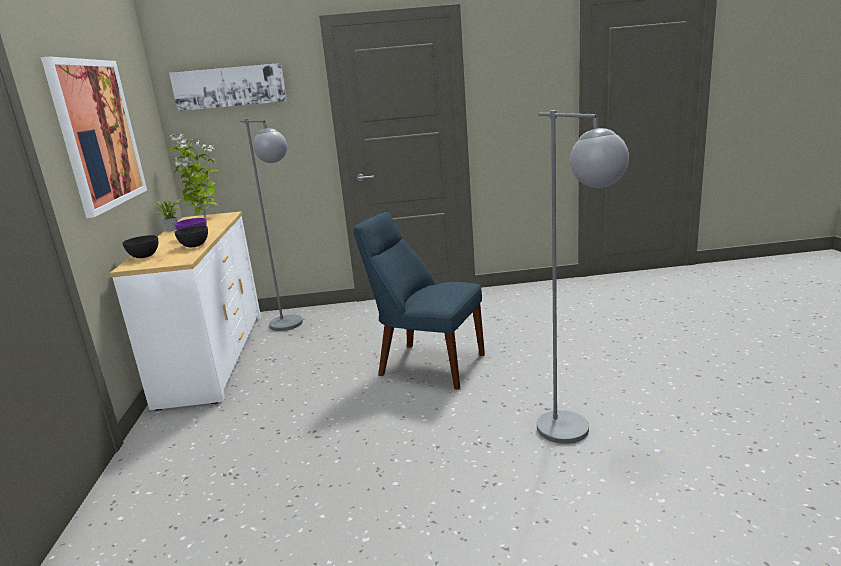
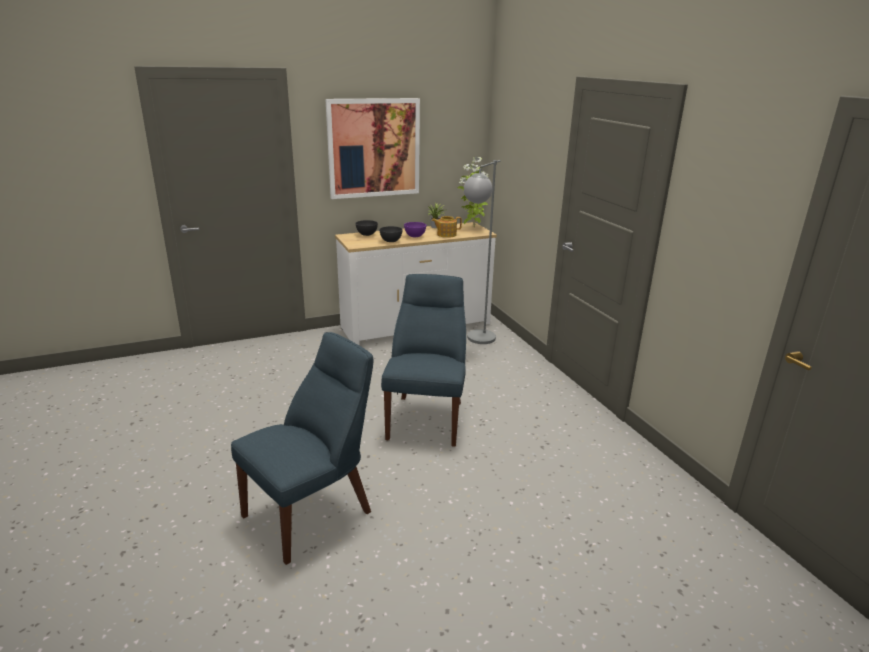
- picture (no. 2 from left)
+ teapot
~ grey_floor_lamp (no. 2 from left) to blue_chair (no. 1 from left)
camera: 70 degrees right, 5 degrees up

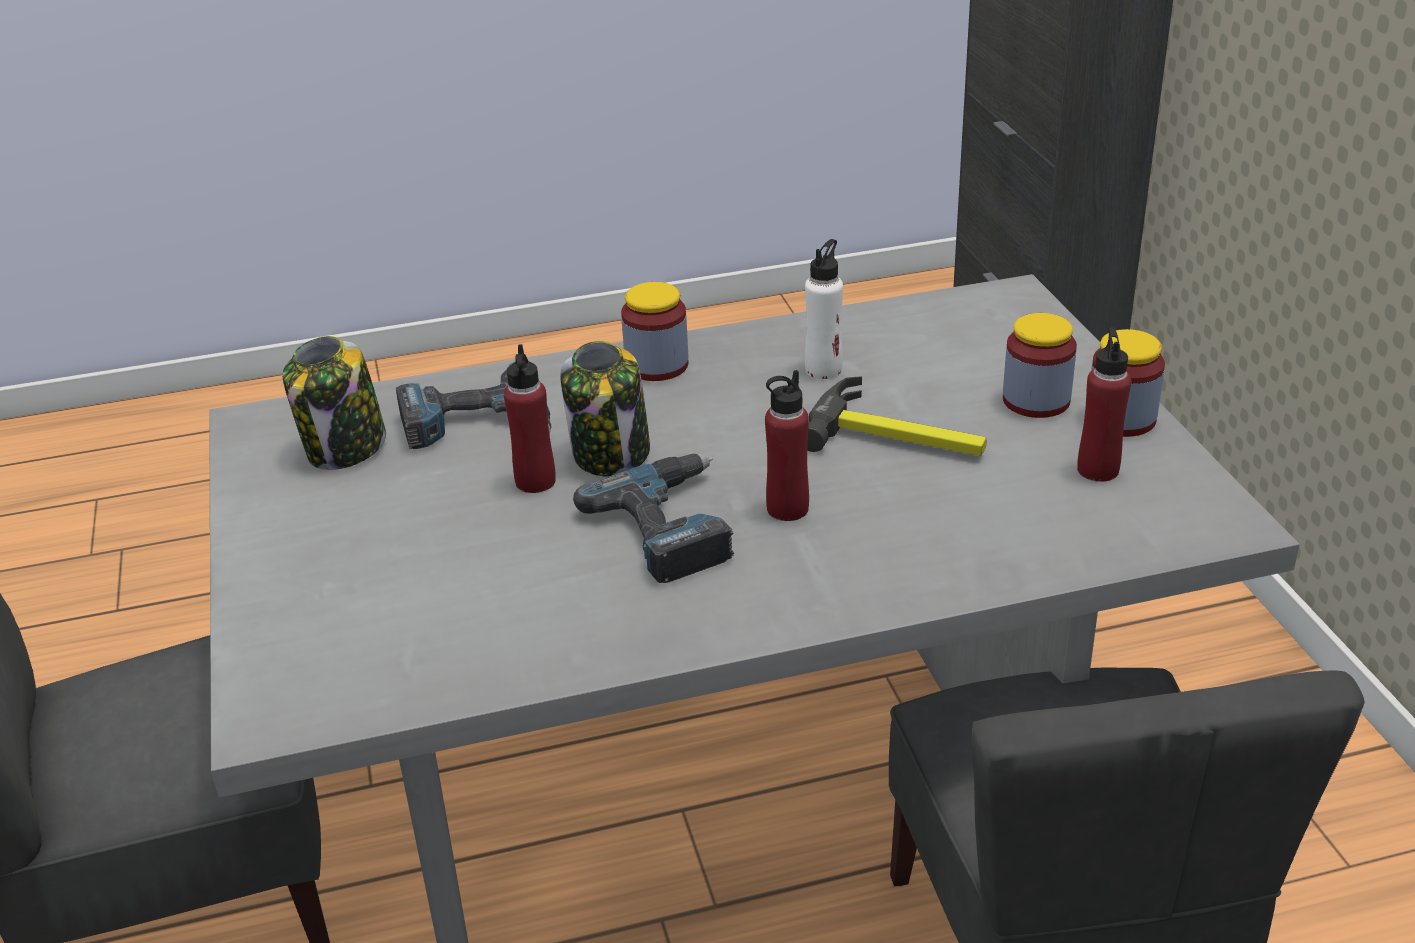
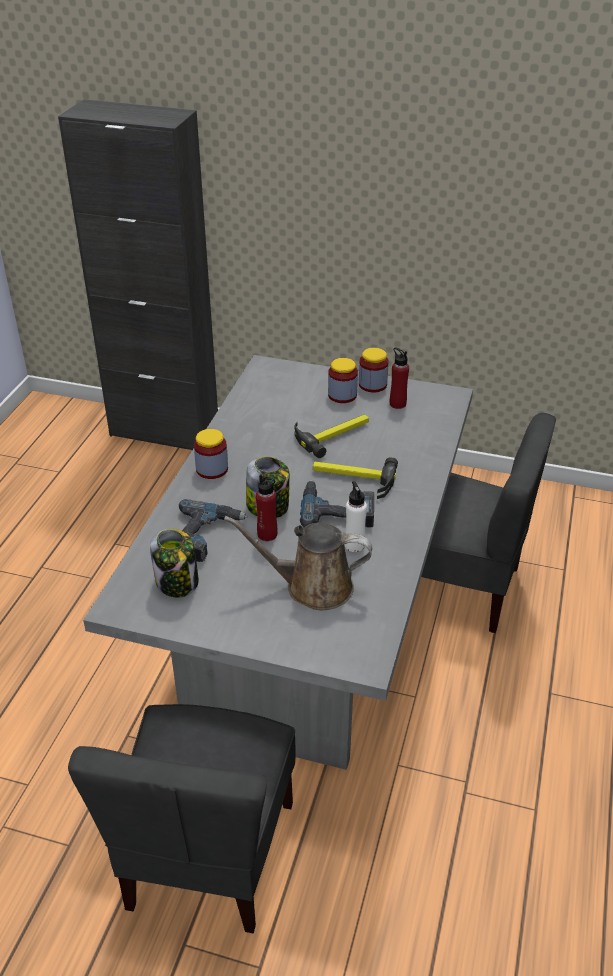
+ brown_watering_can
~ white_bottle
~ red_bottle (no. 2 from left) to hammer (no. 2 from left)
camera: 60 degrees left, 5 degrees up

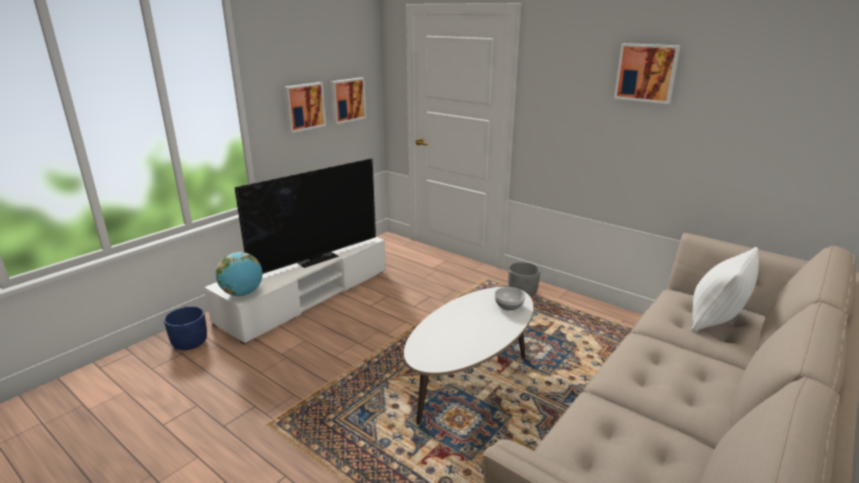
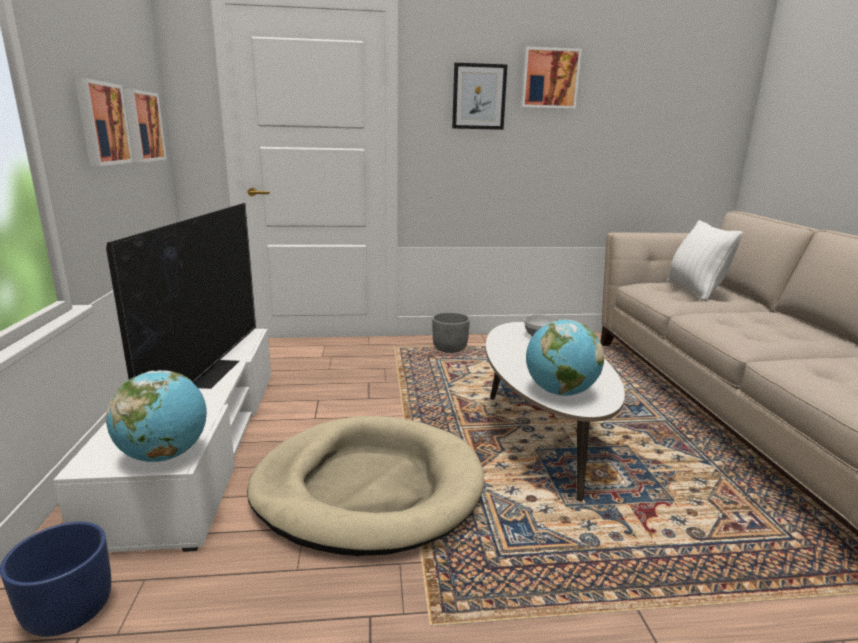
+ beige_dog_bed
+ picture (no. 3 from left)
+ globe (no. 2 from left)
camera: 45 degrees left, 5 degrees down

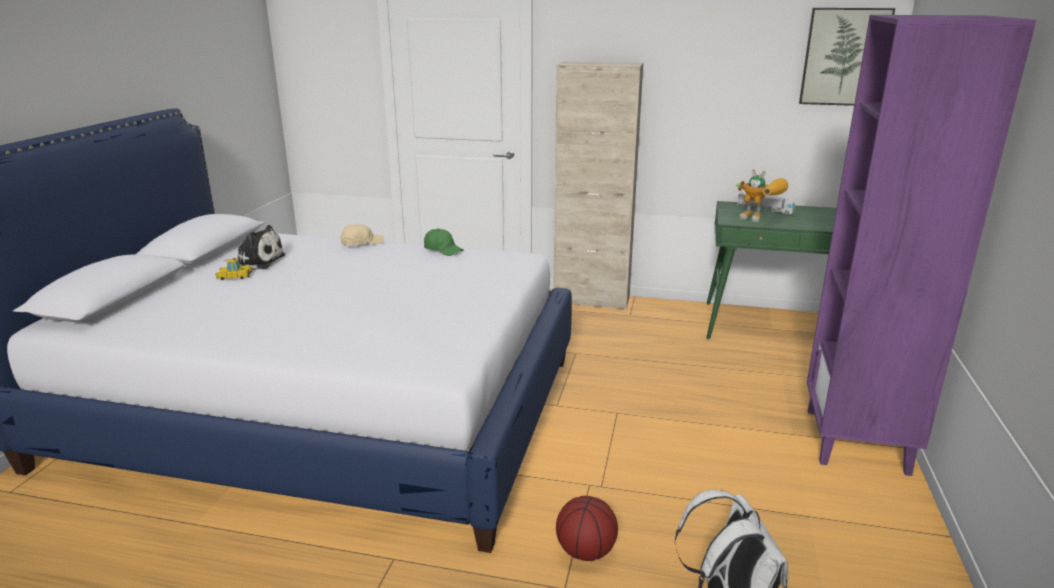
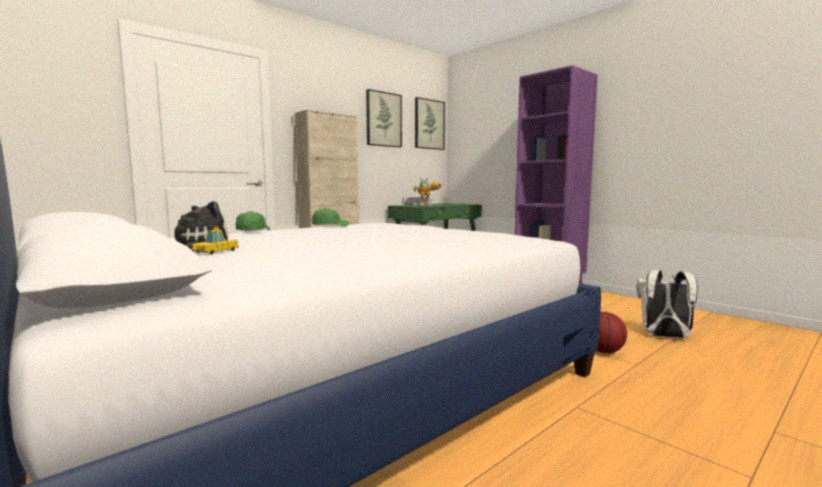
+ picture (no. 1 from left)
~ beige_cap to green_cap (no. 1 from left)
camera: 55 degrees left, 15 degrees down

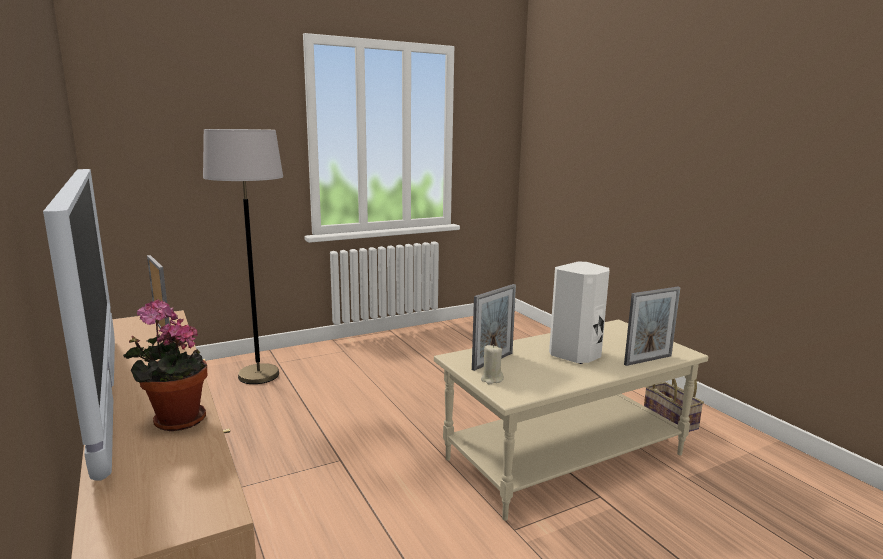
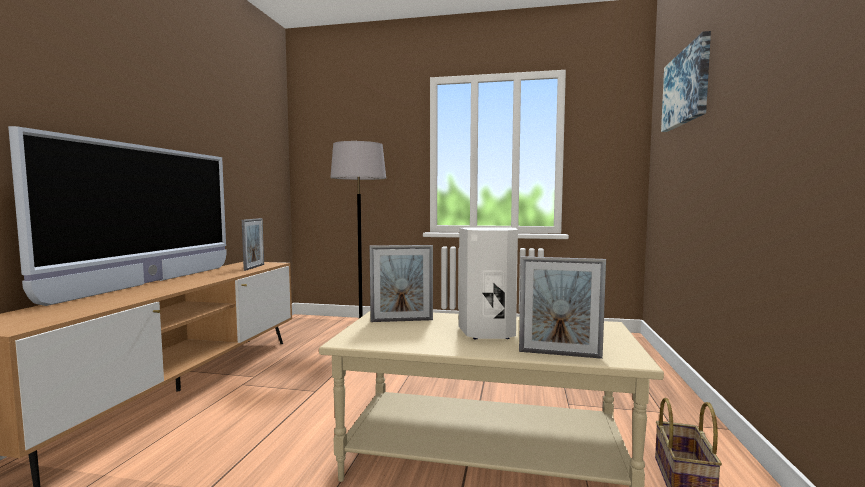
- potted_plant
- beige_candle
+ picture
camera: 40 degrees right, 10 degrees down

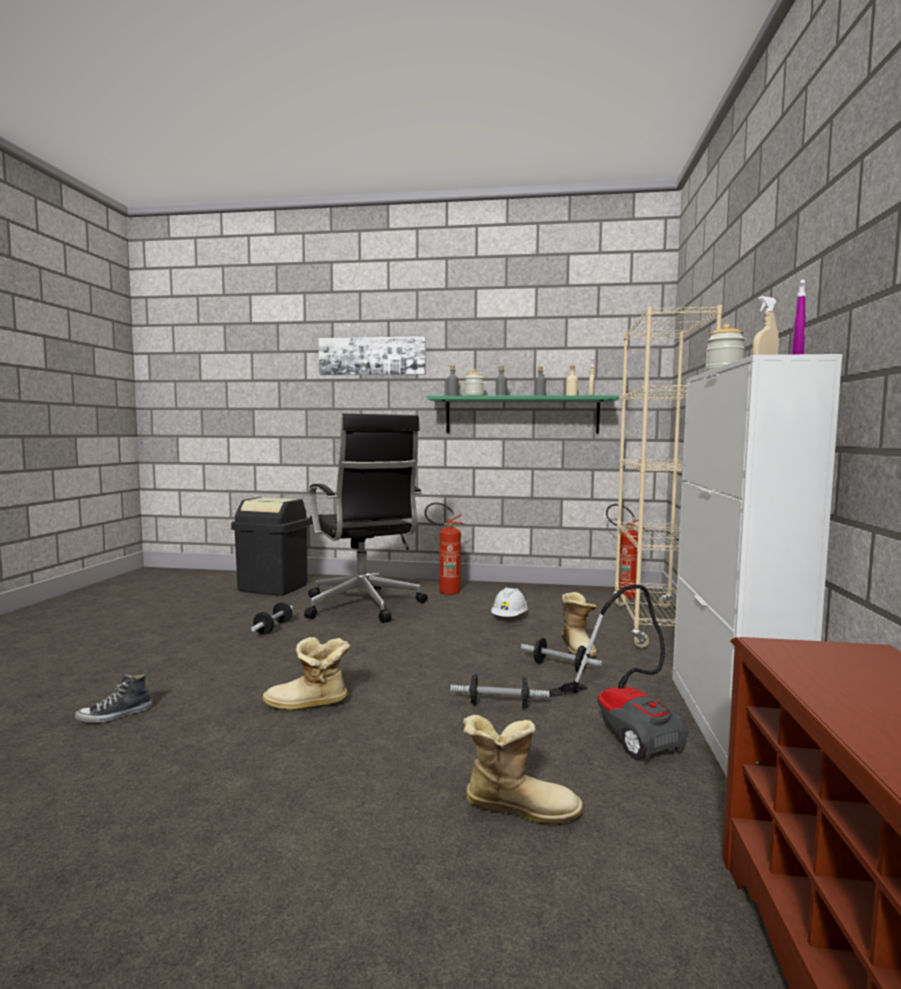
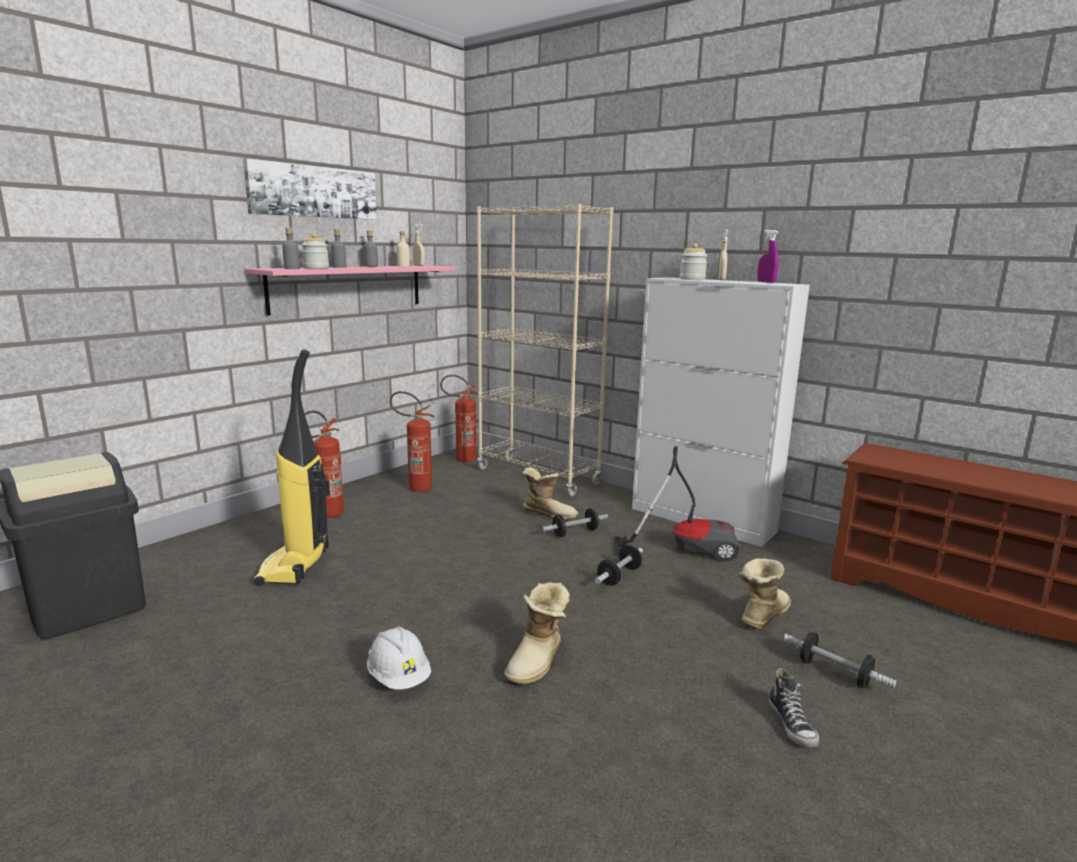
+ fire_extinguisher (no. 2 from left)
~ shoe
~ dumbbell (no. 1 from left in the first image) to dumbbell (no. 3 from left)
~ picture
~ white_hard_hat
~ black_office_chair to vacuum_cleaner (no. 1 from left)
~ green_shelf to pink_shelf
camera: 60 degrees left, 10 degrees up

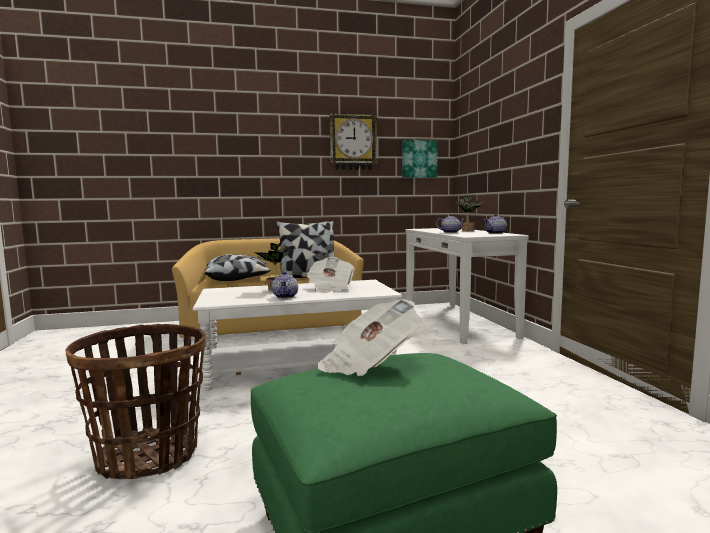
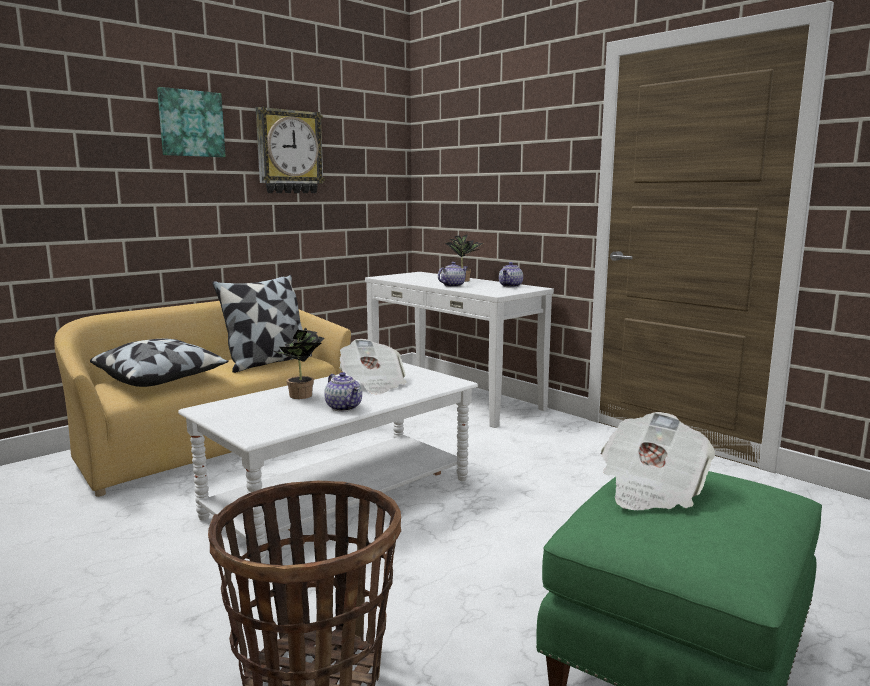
~ picture
camera: 30 degrees left, 5 degrees up

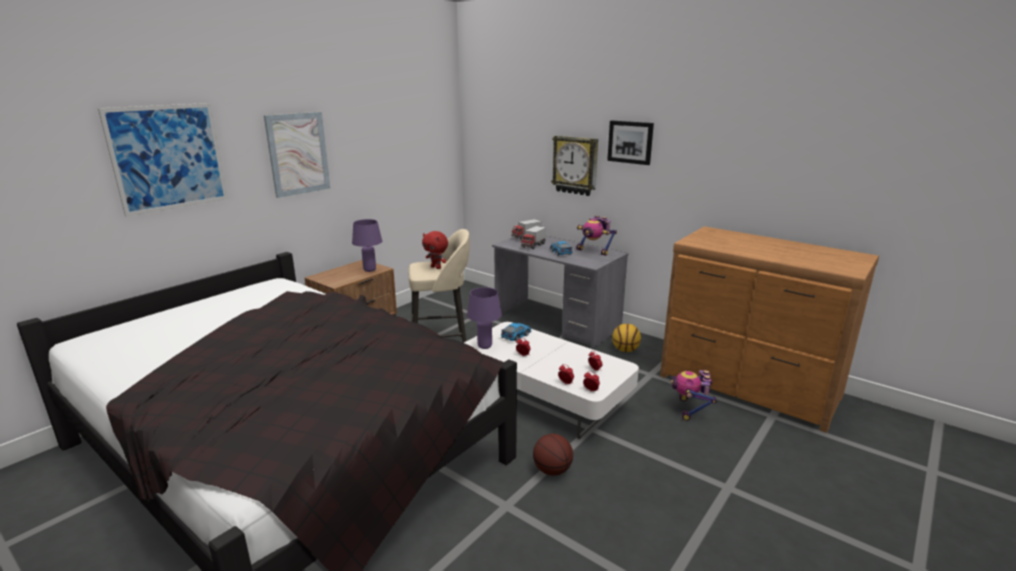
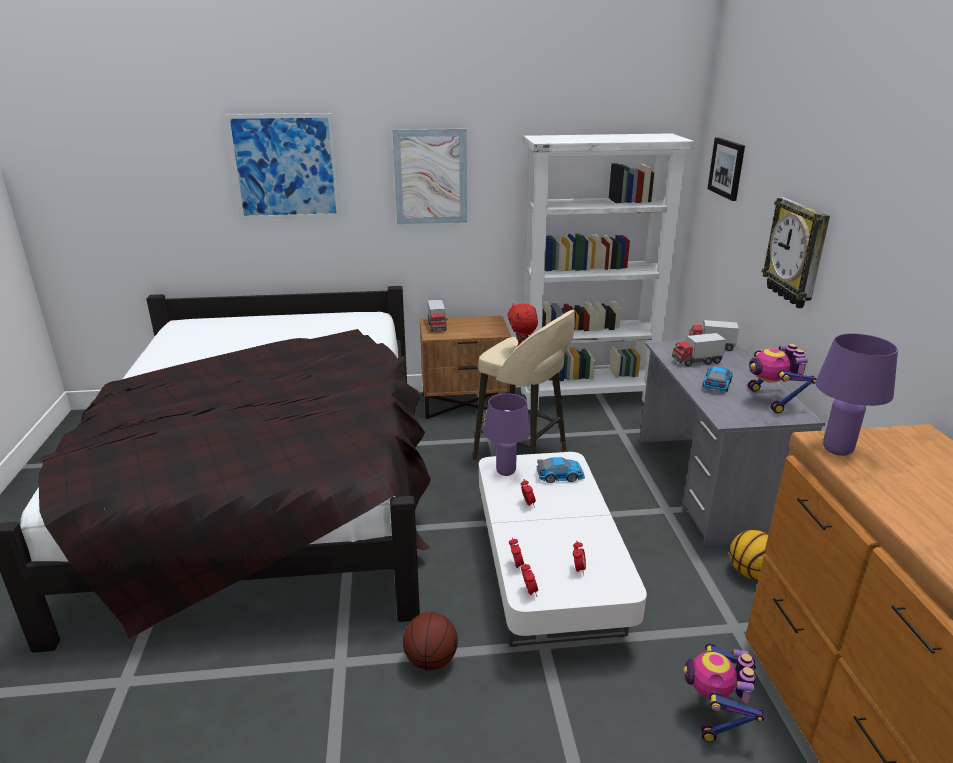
+ toy_truck (no. 1 from left)
+ white_bookcase
~ purple_table_lamp (no. 1 from left in the first image) to purple_table_lamp (no. 2 from left)
~ picture (no. 3 from left)
~ toy_robot (no. 2 from left in the first image) 45 degrees counterclockwise
camera: 45 degrees right, 5 degrees up

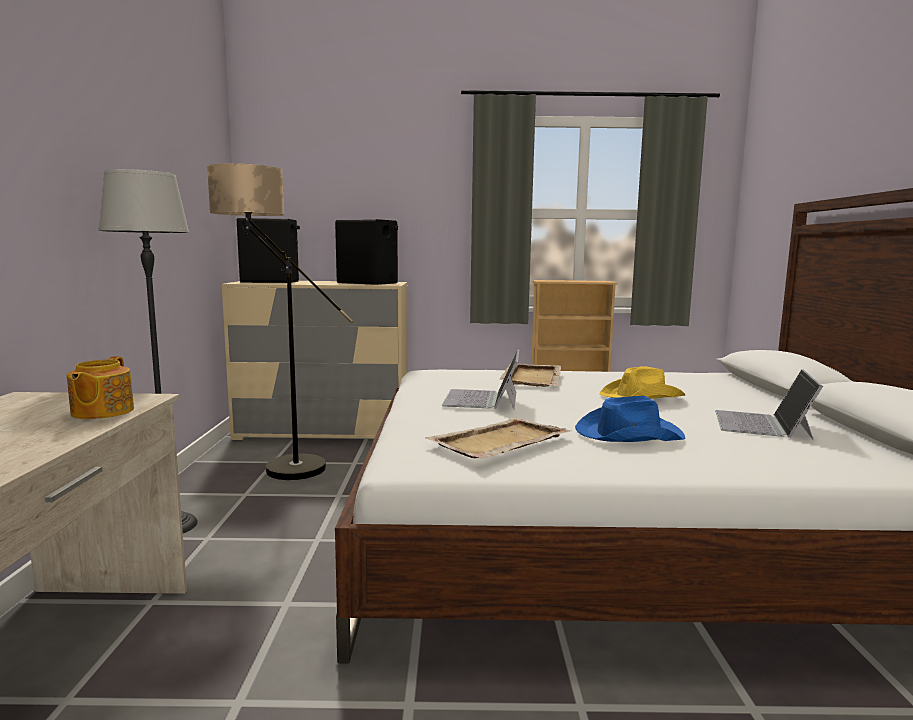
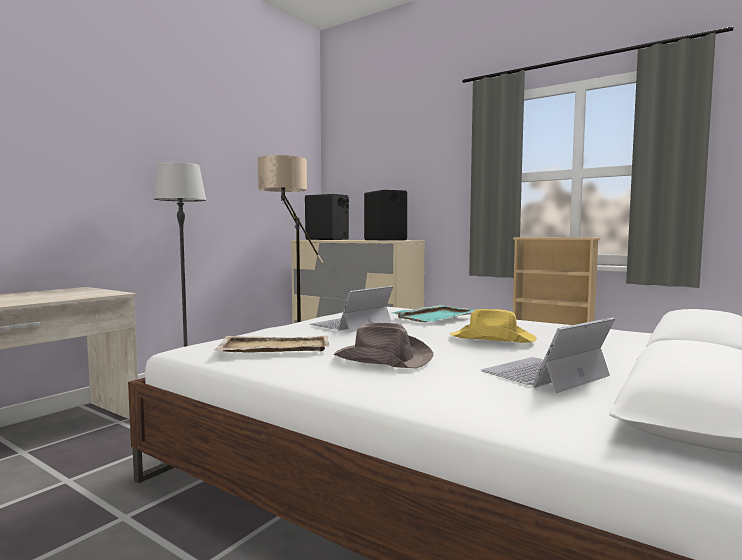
- teapot
~ beige_tray (no. 2 from left) to turquoise_tray
~ blue_hat to brown_hat
camera: 35 degrees right, 5 degrees down

